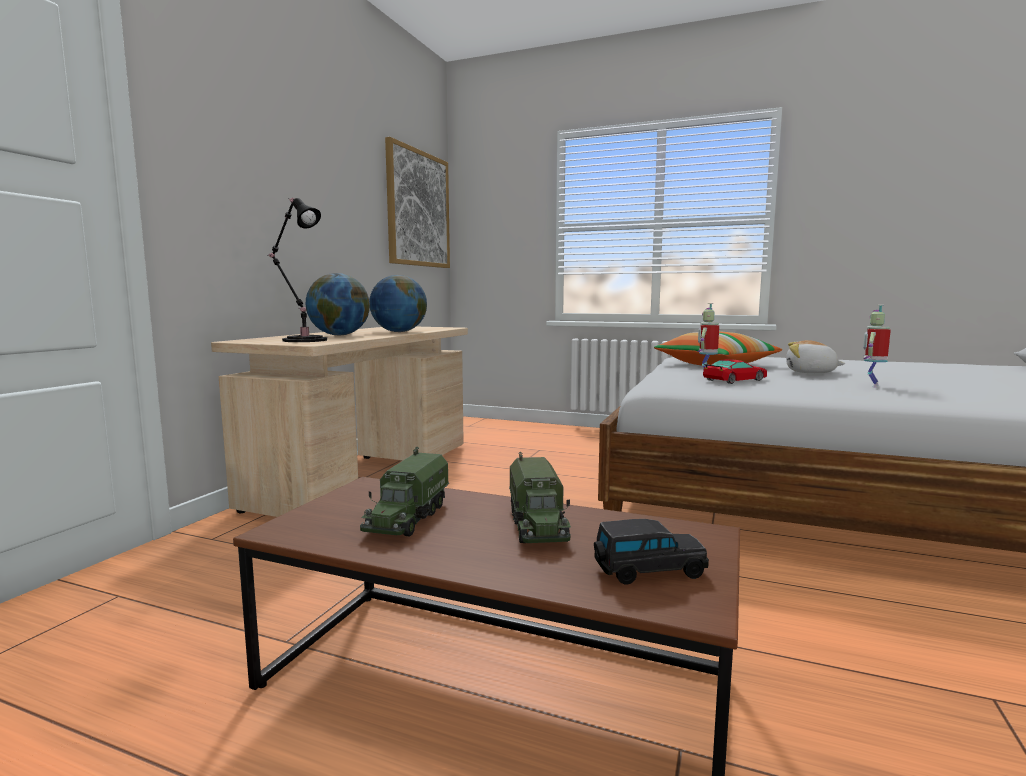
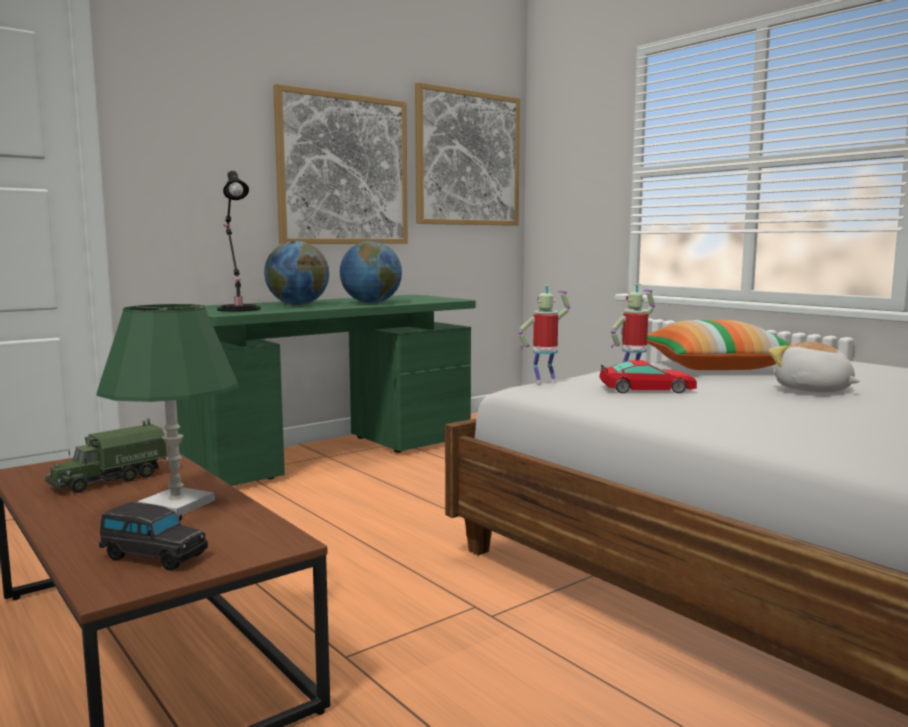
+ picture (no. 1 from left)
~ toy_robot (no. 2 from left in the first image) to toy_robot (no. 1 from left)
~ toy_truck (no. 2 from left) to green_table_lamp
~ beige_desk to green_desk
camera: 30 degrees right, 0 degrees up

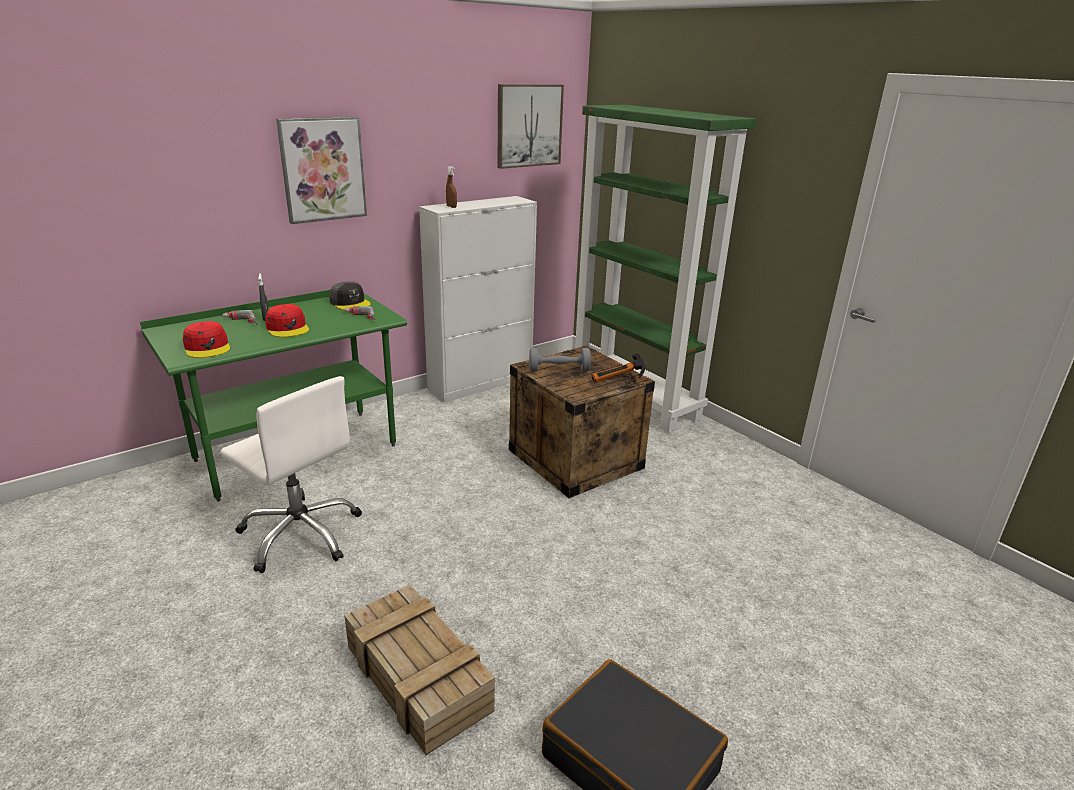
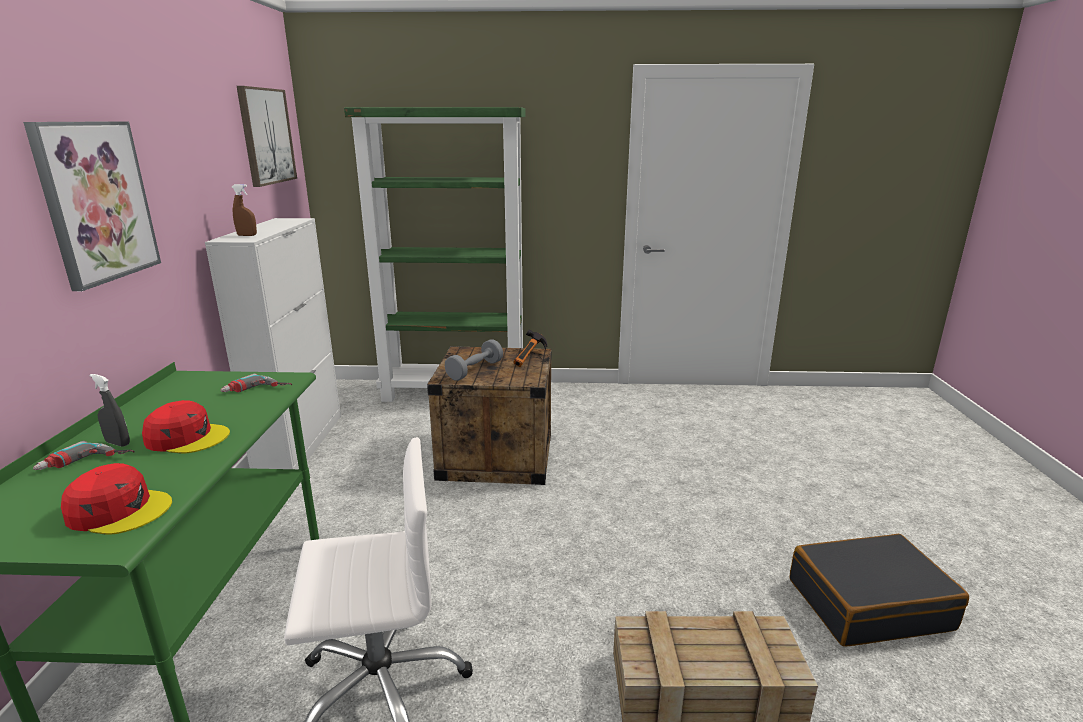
- grey_cap
camera: 50 degrees left, 5 degrees down

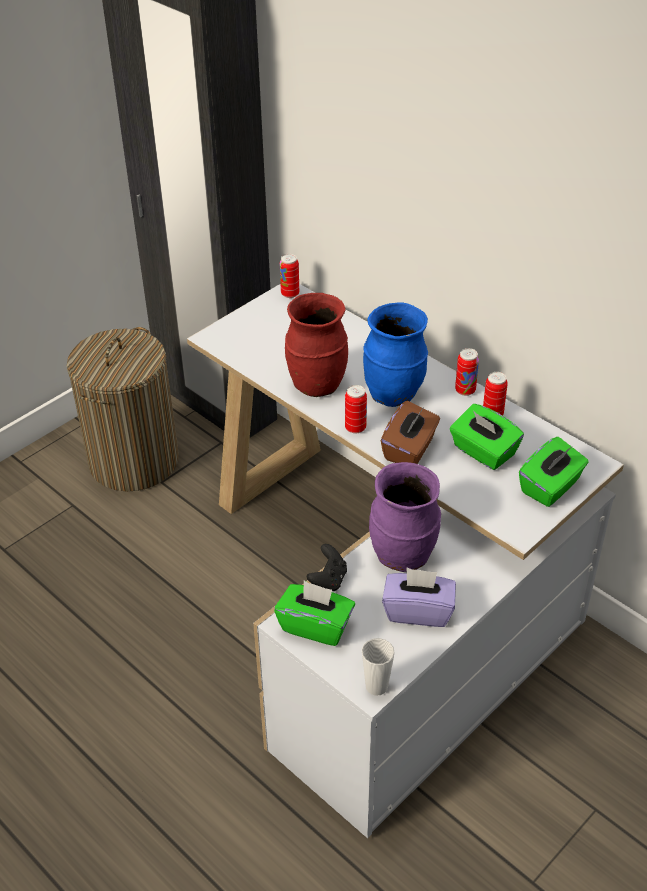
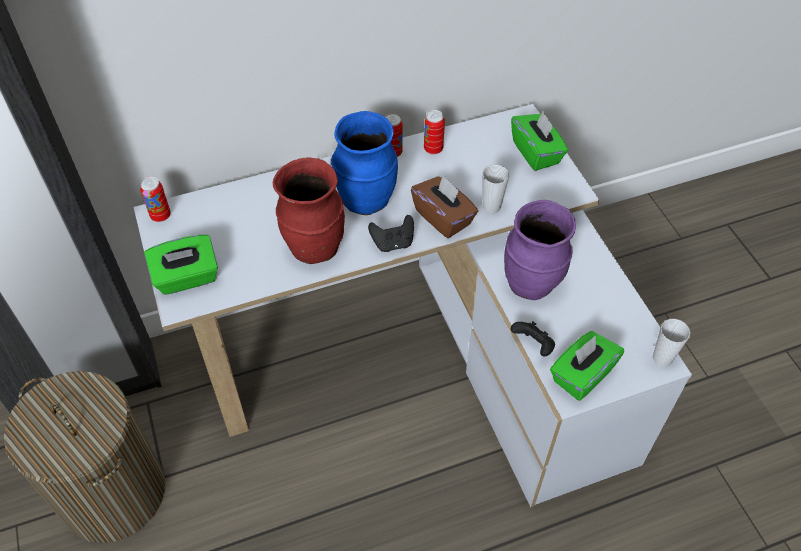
- purple_tissue_box
+ cup (no. 1 from left)
~ green_tissue_box (no. 2 from left in the first image) to green_tissue_box (no. 1 from left)
~ can (no. 2 from left) to black_game_controller (no. 1 from left)
camera: 65 degrees left, 10 degrees up

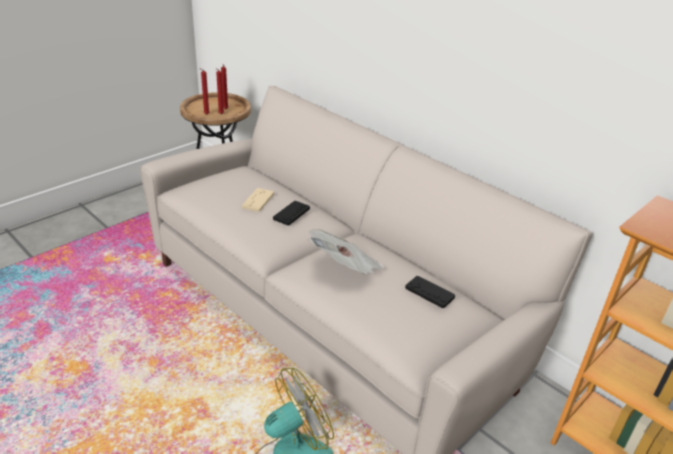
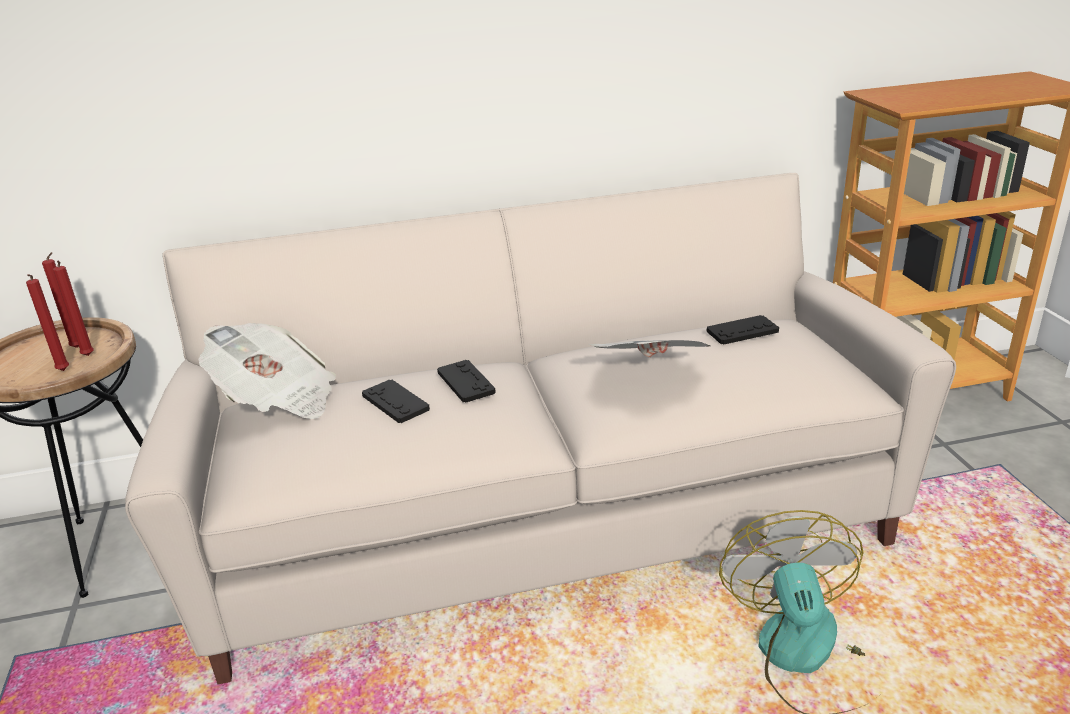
+ newspaper (no. 1 from left)
~ beige_game_controller to black_game_controller (no. 1 from left)
camera: 55 degrees left, 5 degrees down

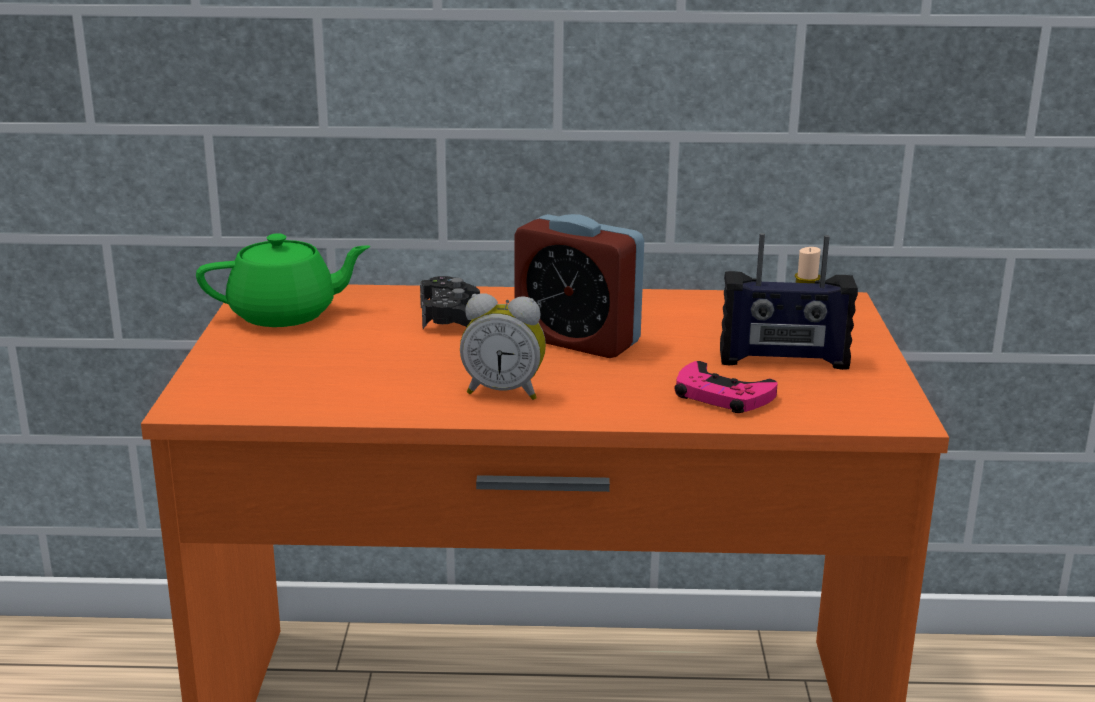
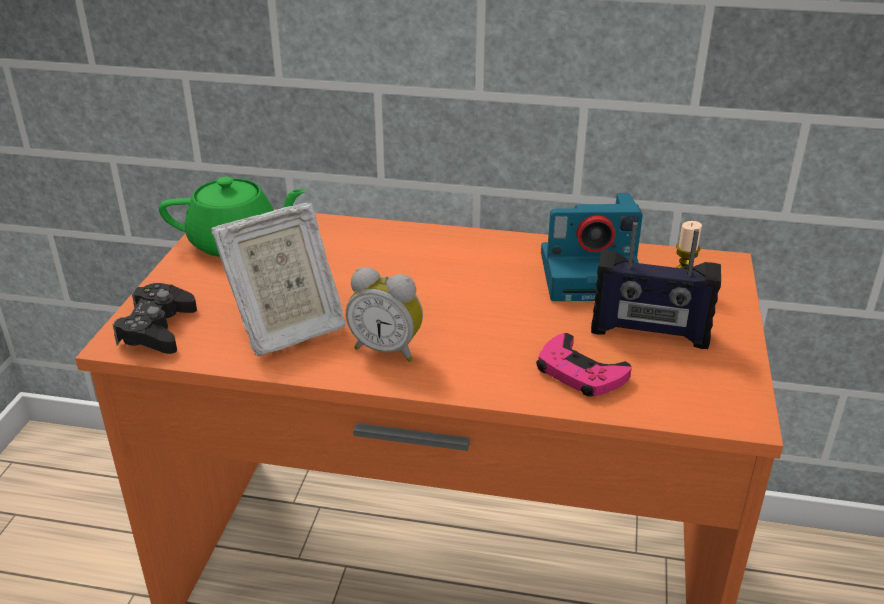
- alarm_clock (no. 2 from left)
+ picture_frame
+ photo_camera
~ black_game_controller
camera: 10 degrees right, 10 degrees up

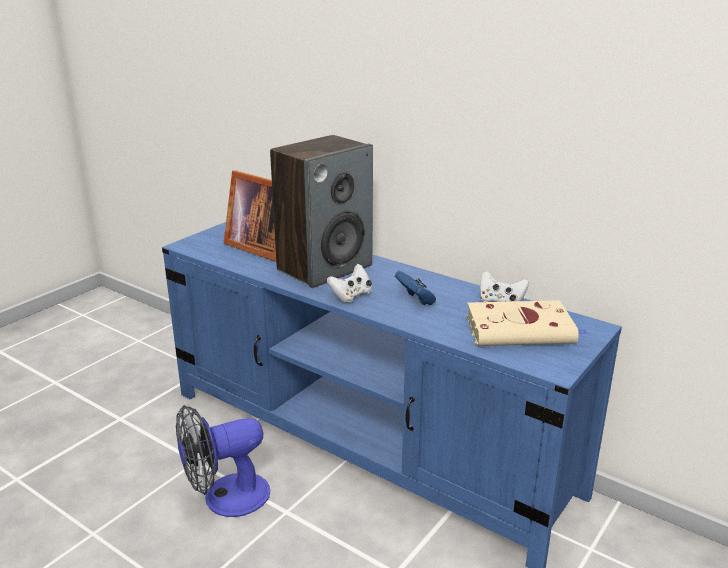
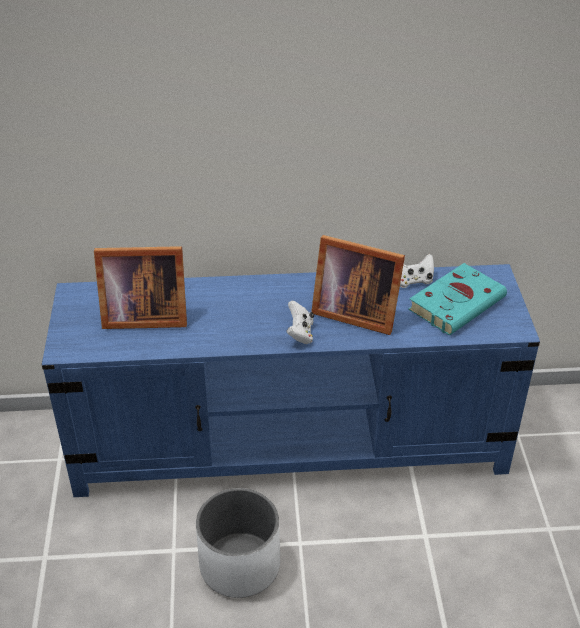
- speaker
~ fan to white_planter
~ blue_game_controller to picture_frame (no. 2 from left)
~ beige_book to turquoise_book
camera: 40 degrees left, 15 degrees up

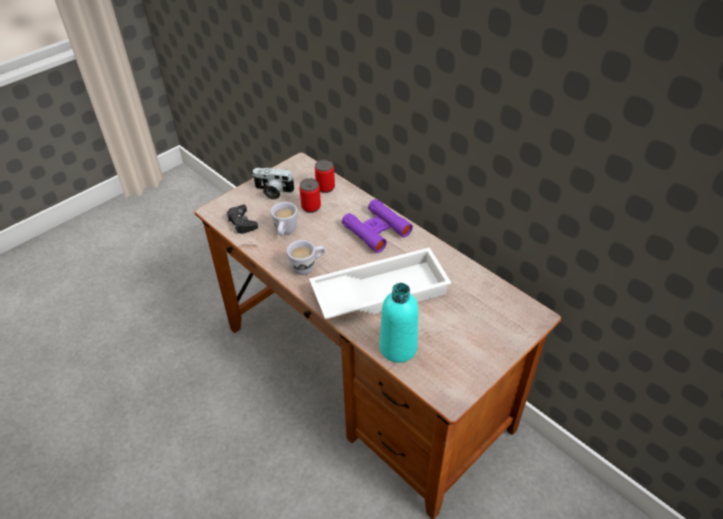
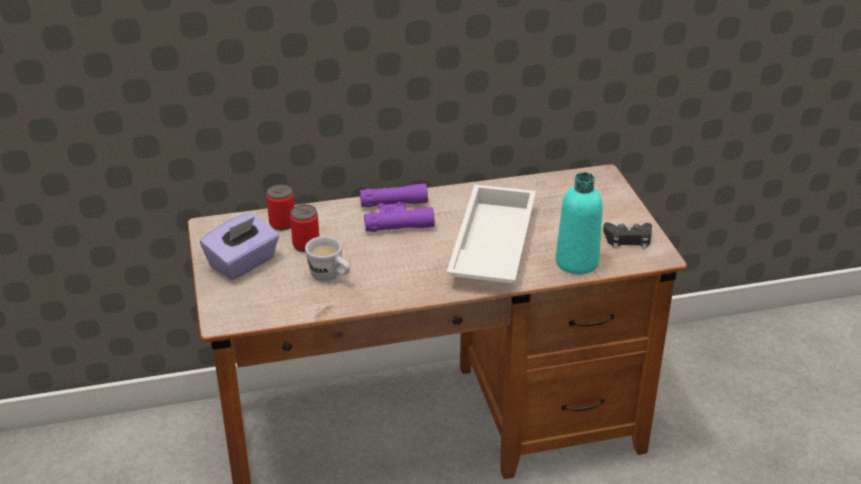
- white_mug (no. 2 from left)
~ black_game_controller
~ photo_camera to purple_tissue_box
camera: 60 degrees left, 10 degrees down

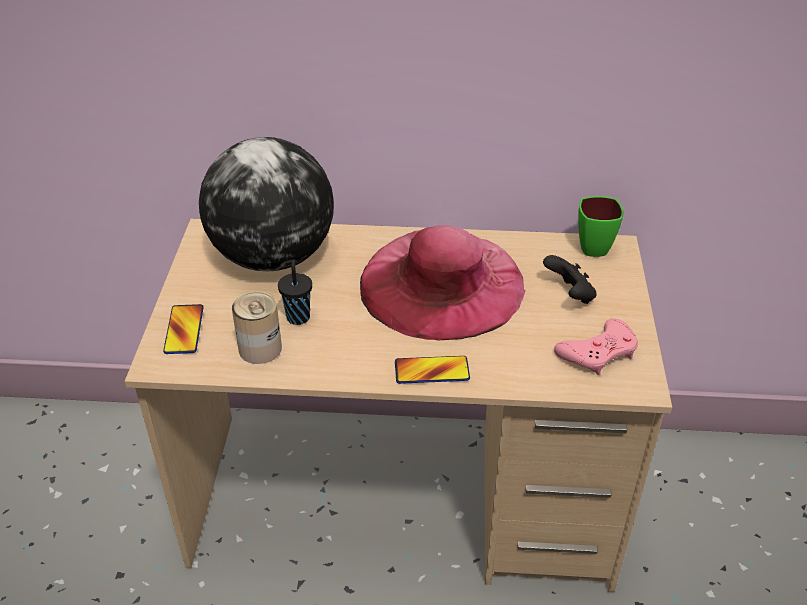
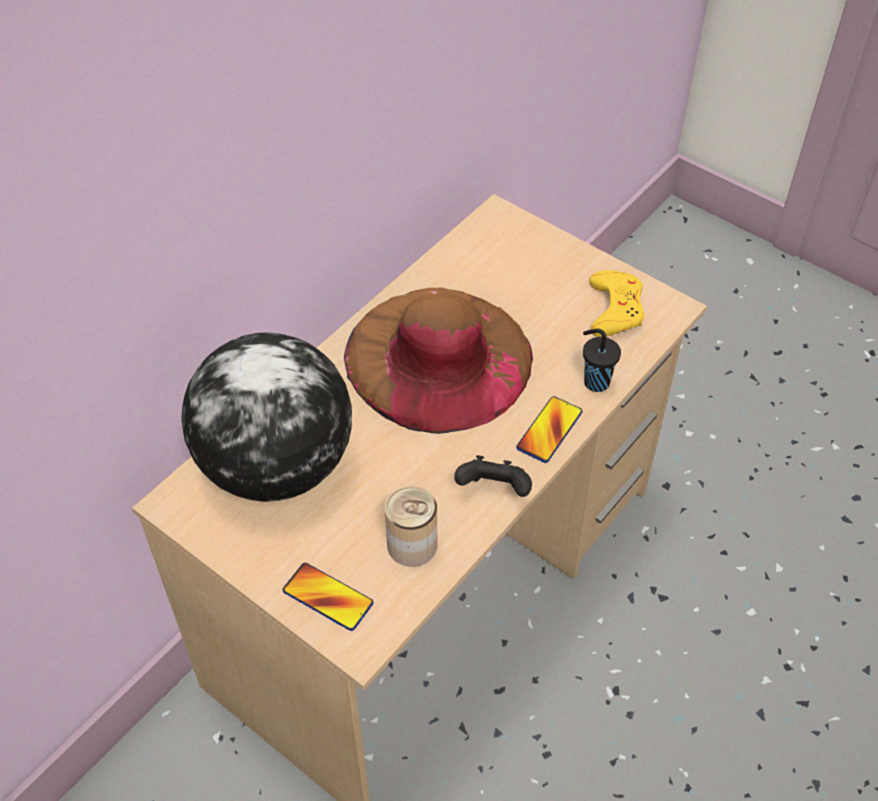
- green_mug
~ black_cup
~ black_game_controller
~ pink_hat to brown_hat
~ pink_game_controller to yellow_game_controller
camera: 55 degrees left, 10 degrees up

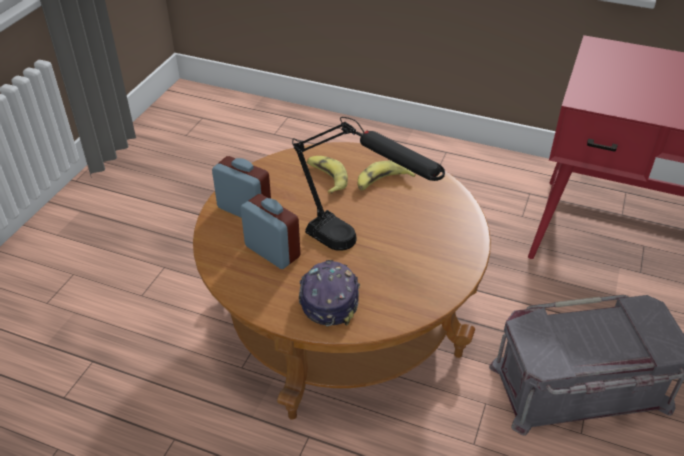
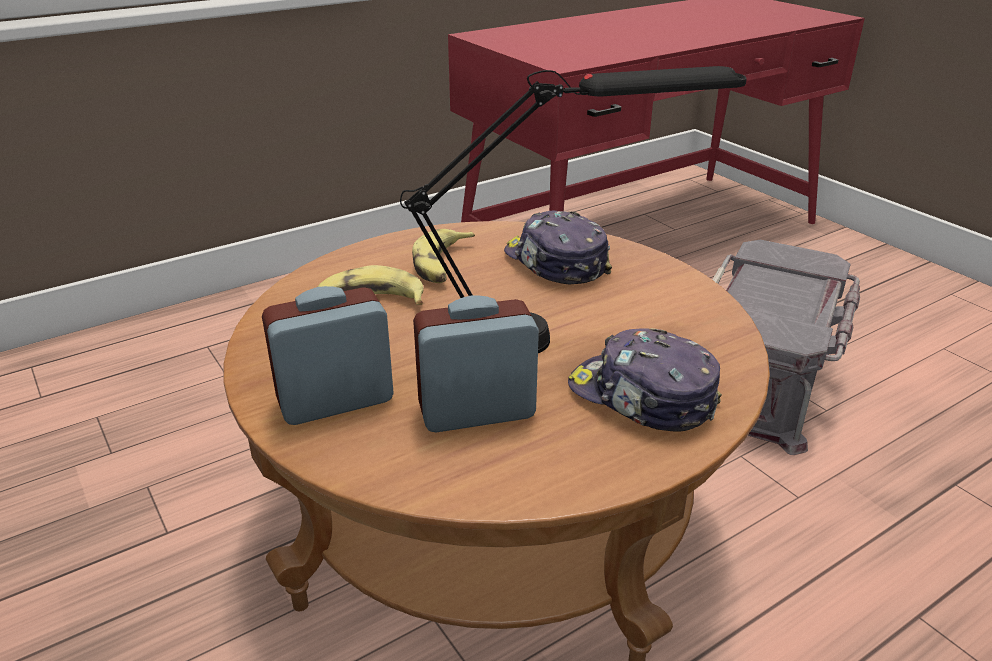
+ cap (no. 1 from left)
camera: 55 degrees left, 10 degrees down

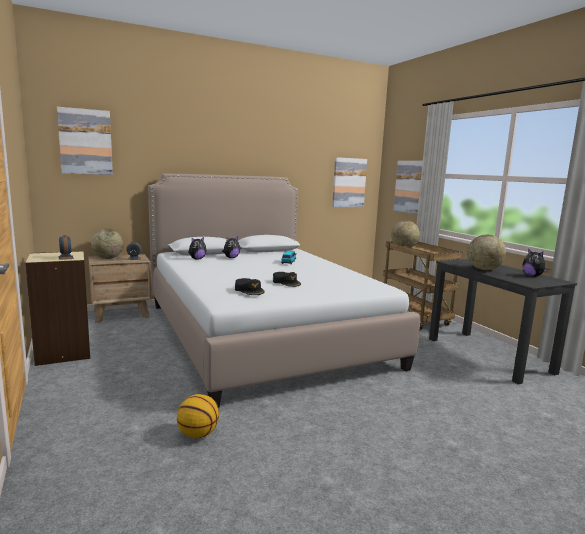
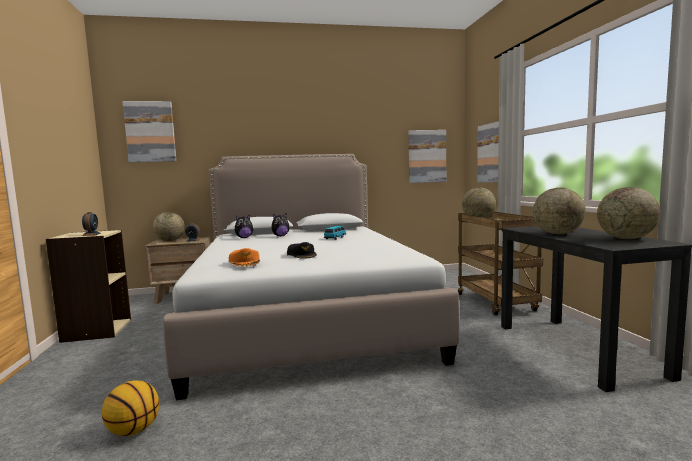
~ plush_toy (no. 3 from left) to globe (no. 4 from left)
~ black_cap (no. 1 from left) to orange_cap
camera: 15 degrees right, 5 degrees down

